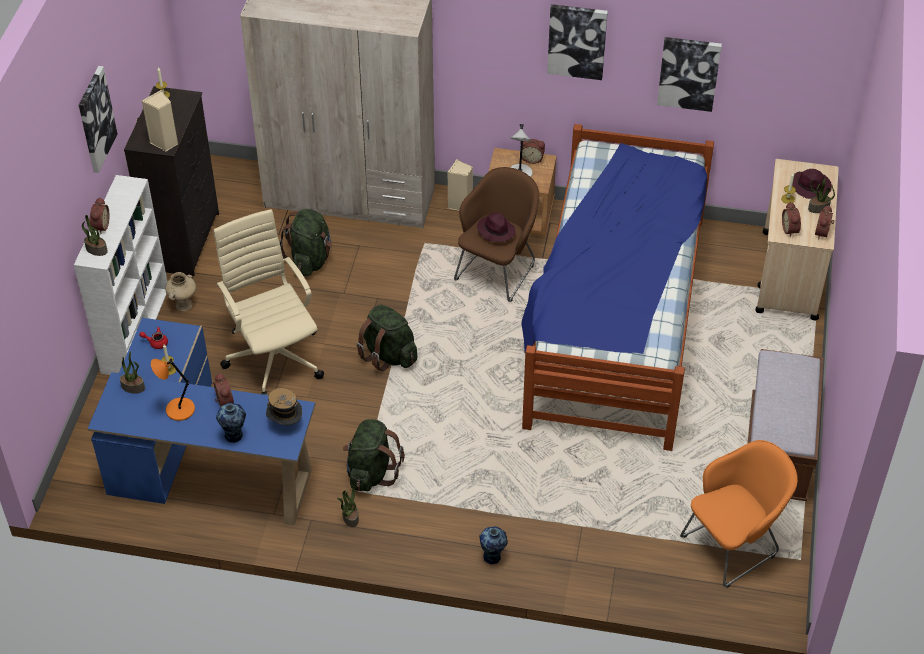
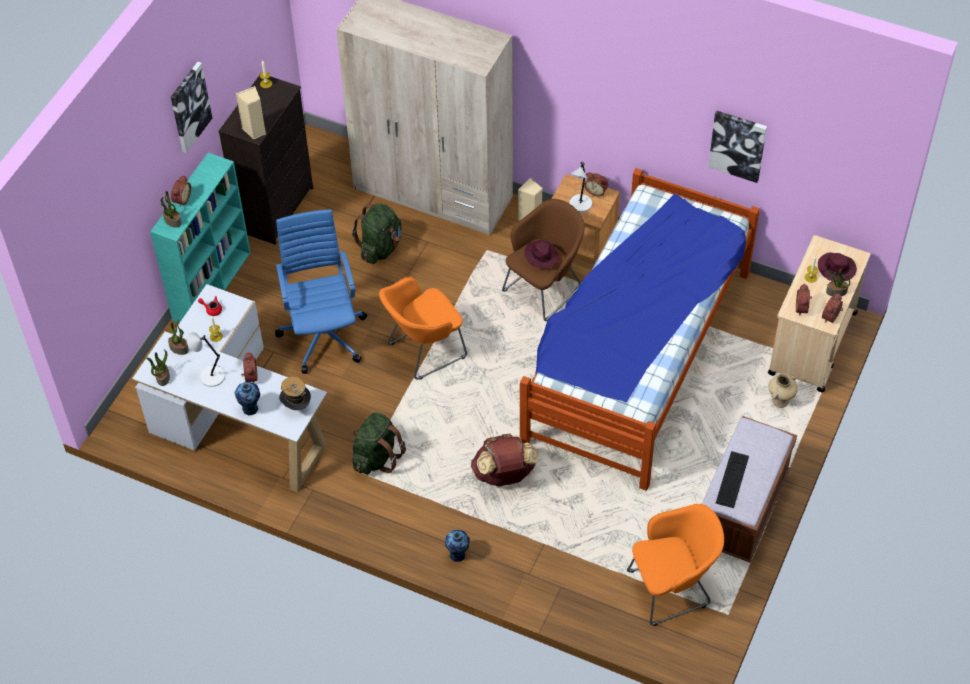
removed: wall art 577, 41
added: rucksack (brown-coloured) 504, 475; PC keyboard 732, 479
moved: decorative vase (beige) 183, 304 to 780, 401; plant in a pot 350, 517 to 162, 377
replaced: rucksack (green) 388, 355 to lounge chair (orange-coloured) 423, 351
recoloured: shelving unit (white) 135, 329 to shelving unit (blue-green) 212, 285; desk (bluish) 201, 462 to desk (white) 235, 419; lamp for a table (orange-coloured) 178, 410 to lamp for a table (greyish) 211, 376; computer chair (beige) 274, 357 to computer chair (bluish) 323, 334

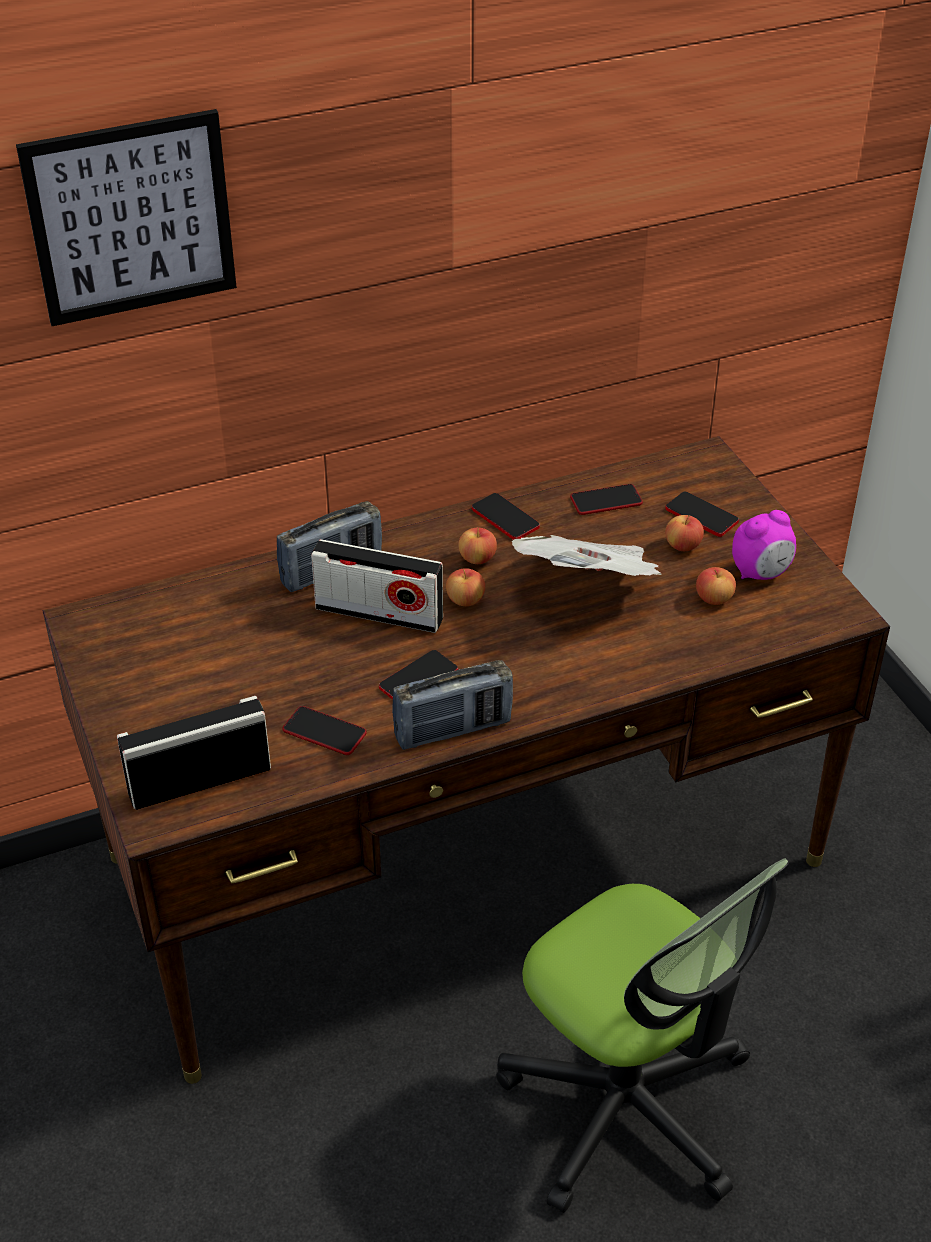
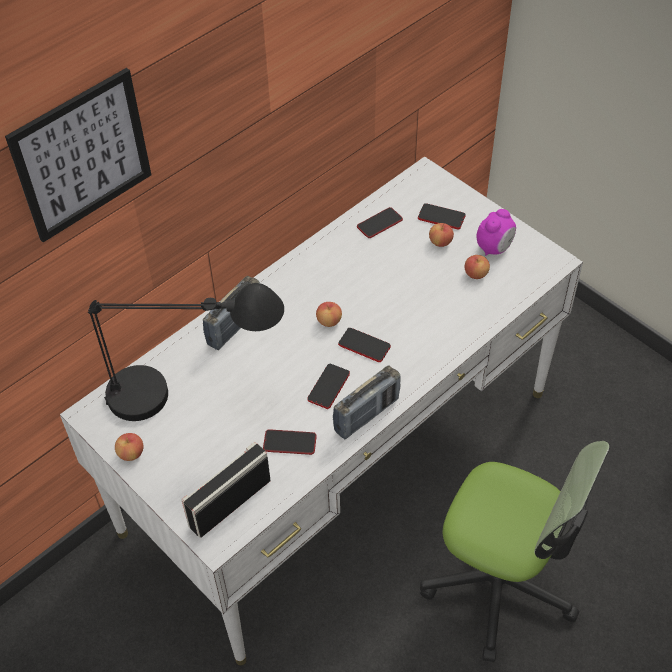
removed: radio receiver 379, 613; printed paper 590, 585
added: lamp for a table (black) 192, 395
moved: apple fruit 477, 558 to 131, 453; handset 505, 518 to 364, 345
recoloured: desk (brown-coloured) 465, 859 to desk (white) 338, 461

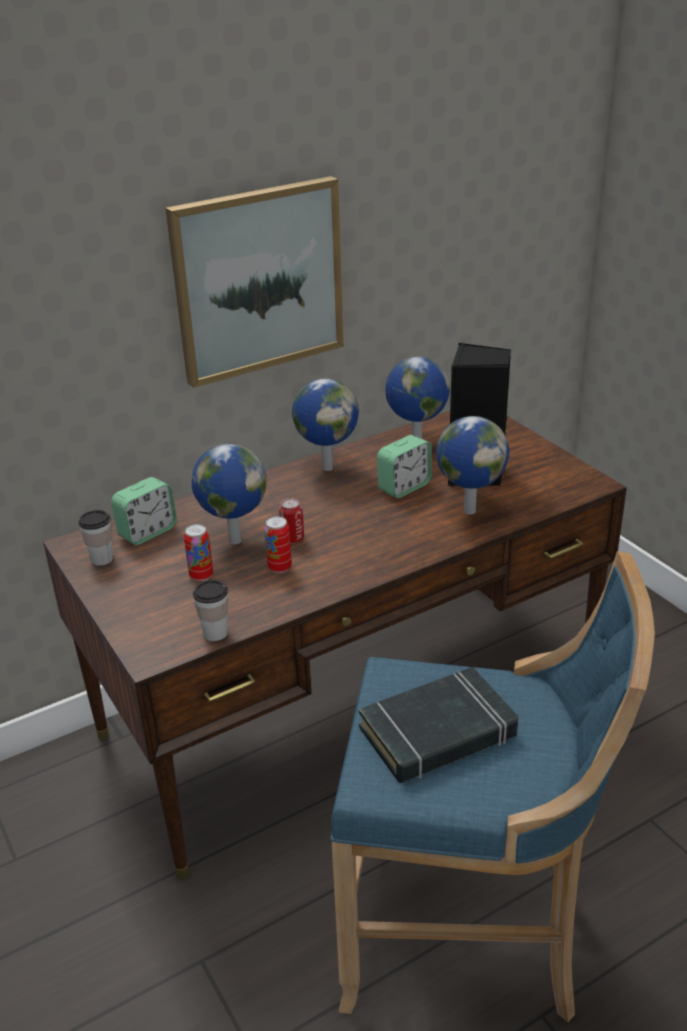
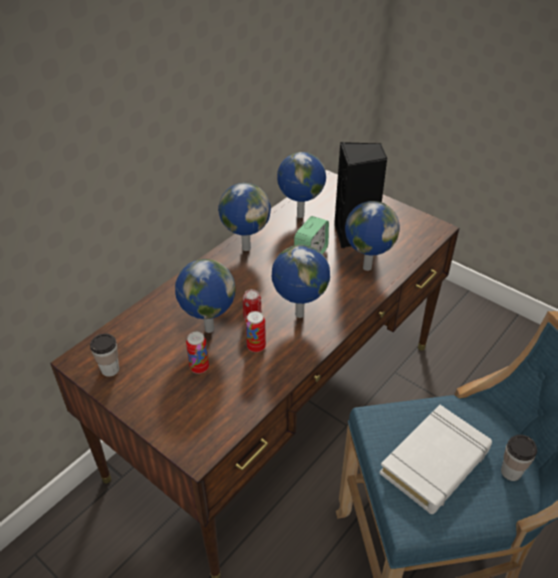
removed: table clock 147, 532; wall art 258, 280
added: desk globe 298, 315
moved: drinking cup 215, 633 to 511, 472
recoloured: book (black) 438, 733 to book (white) 435, 462

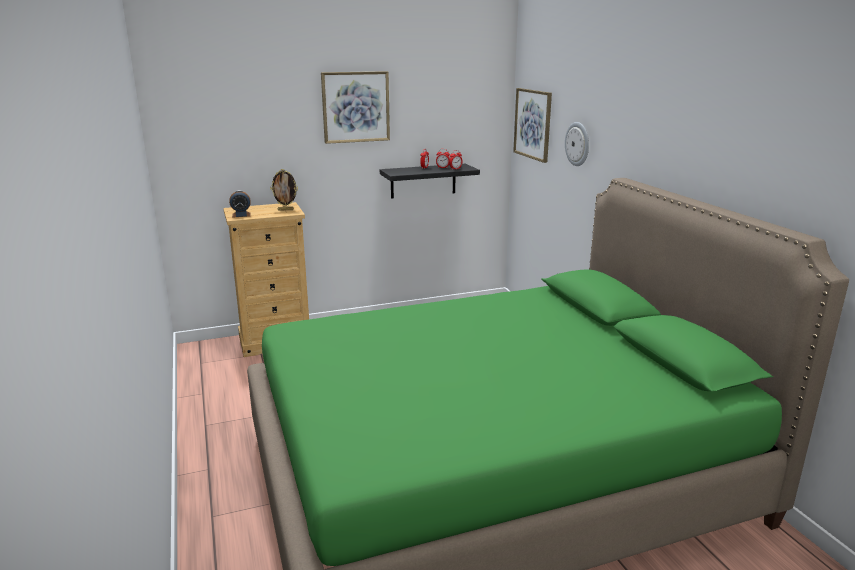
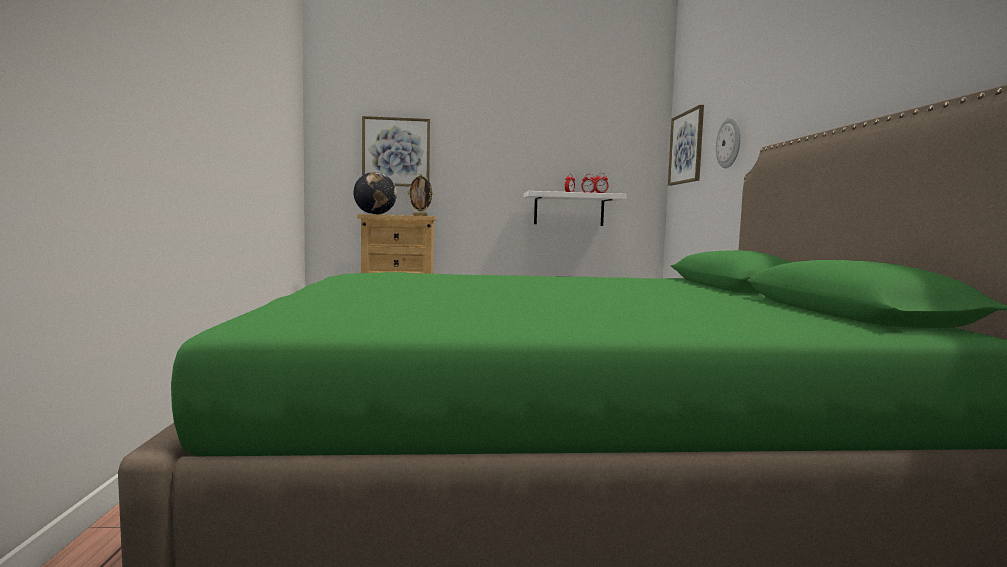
moved: wall art 355, 107 to 396, 152
replaced: table clock 241, 215 to desk globe 375, 214
recoloured: wall shelf (black) 423, 181 to wall shelf (white) 569, 209

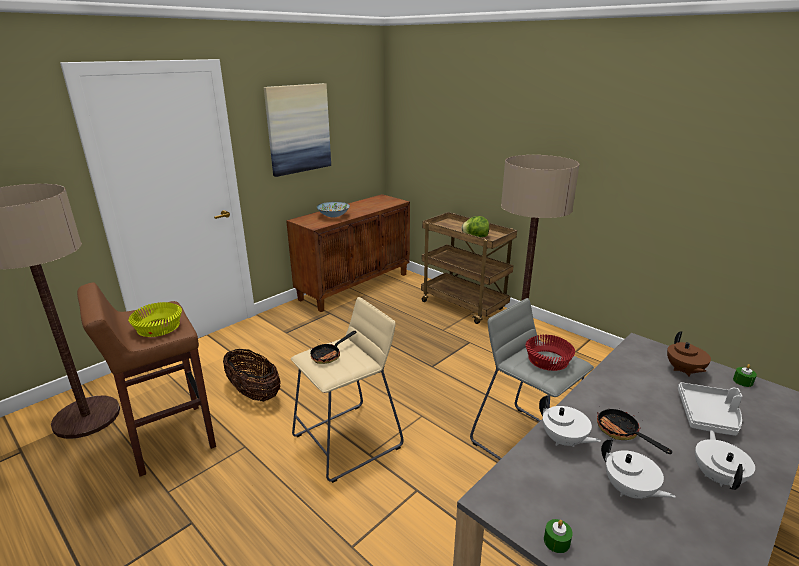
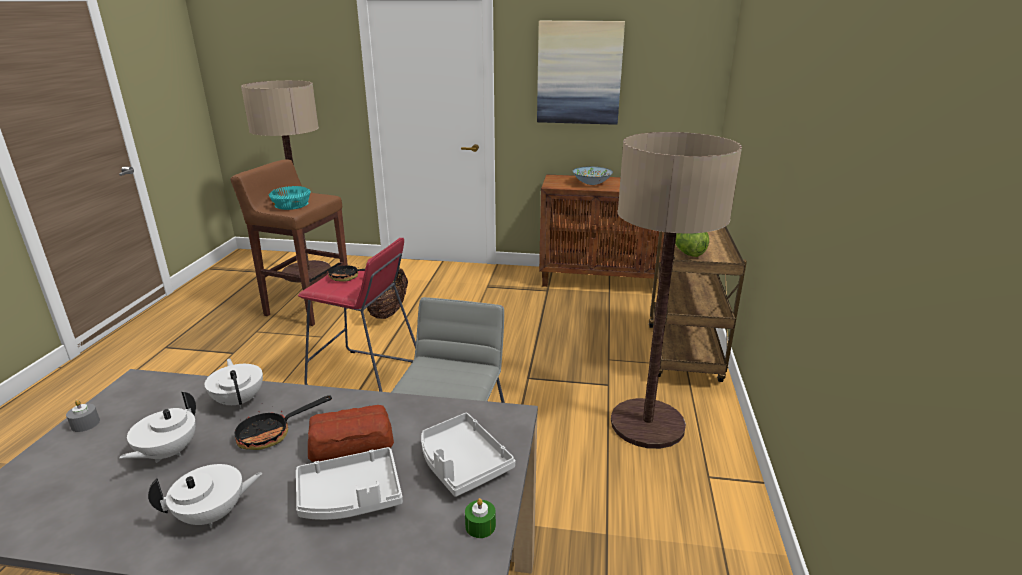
removed: serving bowl (reddish) 547, 360
added: baked bread 352, 443
replaced: pot for tea (brown-coloured) 683, 371 to carrying tray (greyish) 462, 463
recoloured: serving bowl (yellow) 158, 328 to serving bowl (blue-green) 290, 205; stool (beige) 347, 441 to stool (reddish) 365, 377; wax candle (green) 556, 541 to wax candle (greyish) 85, 424
turned: pot for tea (white) 563, 440 = 239, 400 135 degrees clockwise; skillet 622, 433 = 272, 434 150 degrees counterclockwise

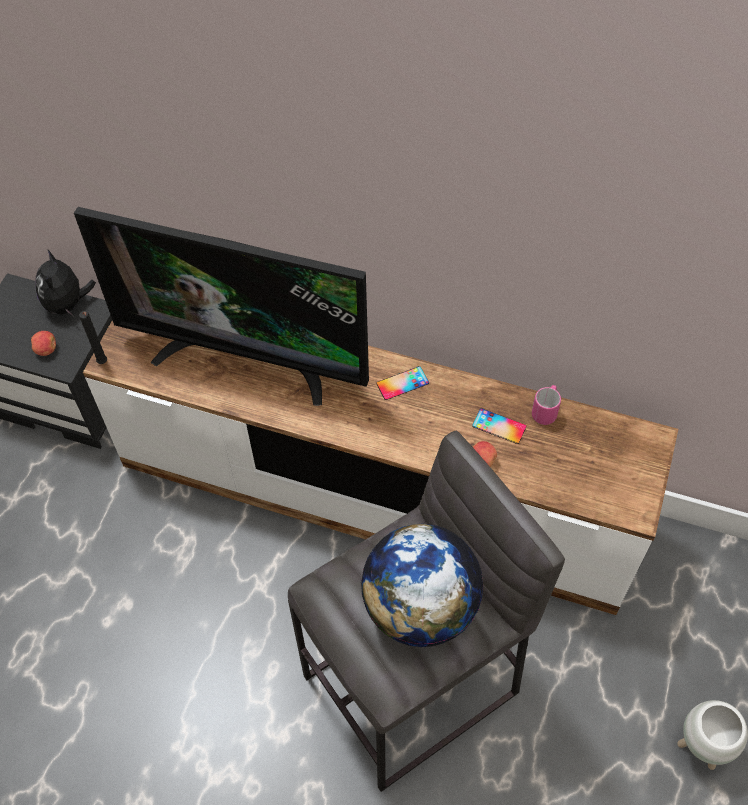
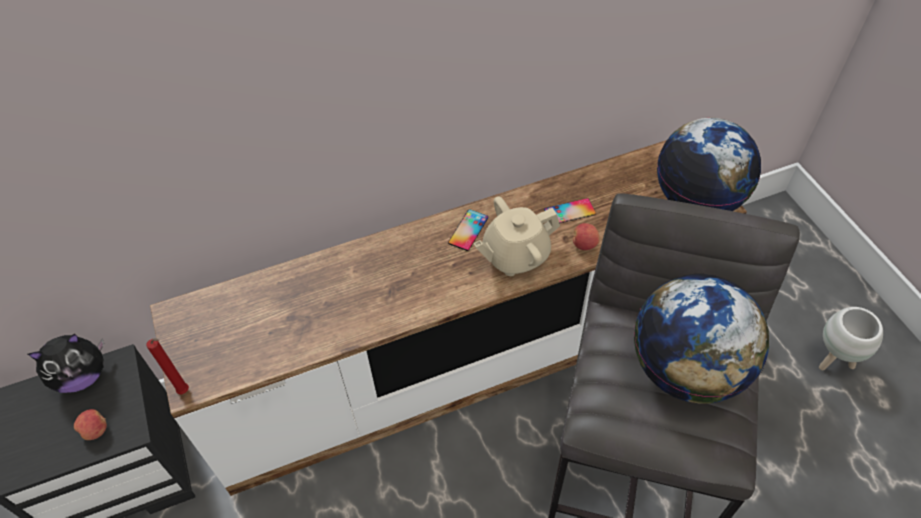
removed: television 246, 358; tea mug (pink-coloured) 545, 411
added: pot for tea (beige) 515, 256; desk globe 697, 200
recoloured: wax candle (black) 103, 363 to wax candle (reddish) 185, 391
turned: soft toy 68, 304 = 82, 376 75 degrees counterclockwise

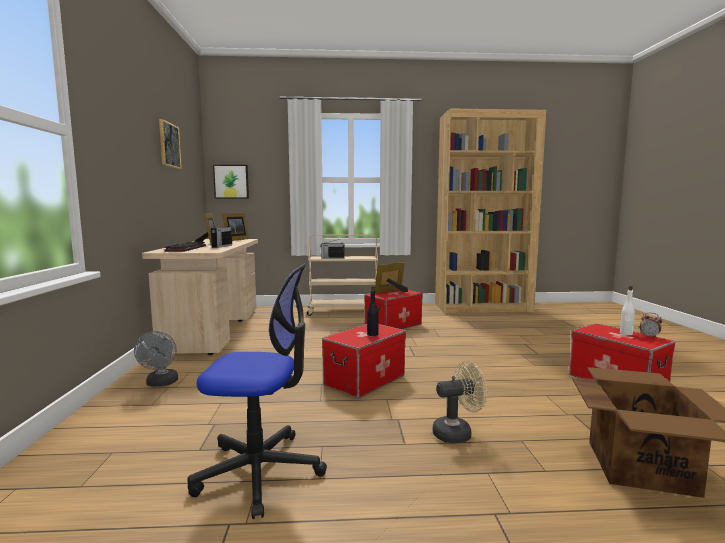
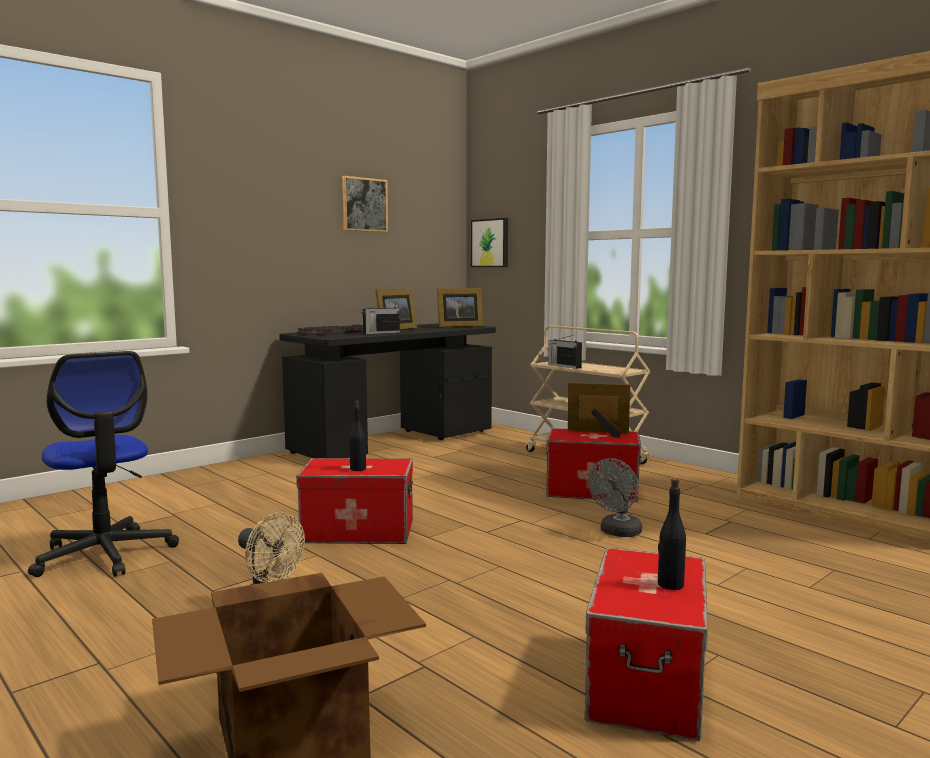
removed: table clock 649, 337
moved: electric fan (greyish) 161, 383 to 617, 533
recoloured: desk (beige) 214, 329 to desk (black) 394, 442; beverage bottle (white) 626, 333 to beverage bottle (black) 670, 585

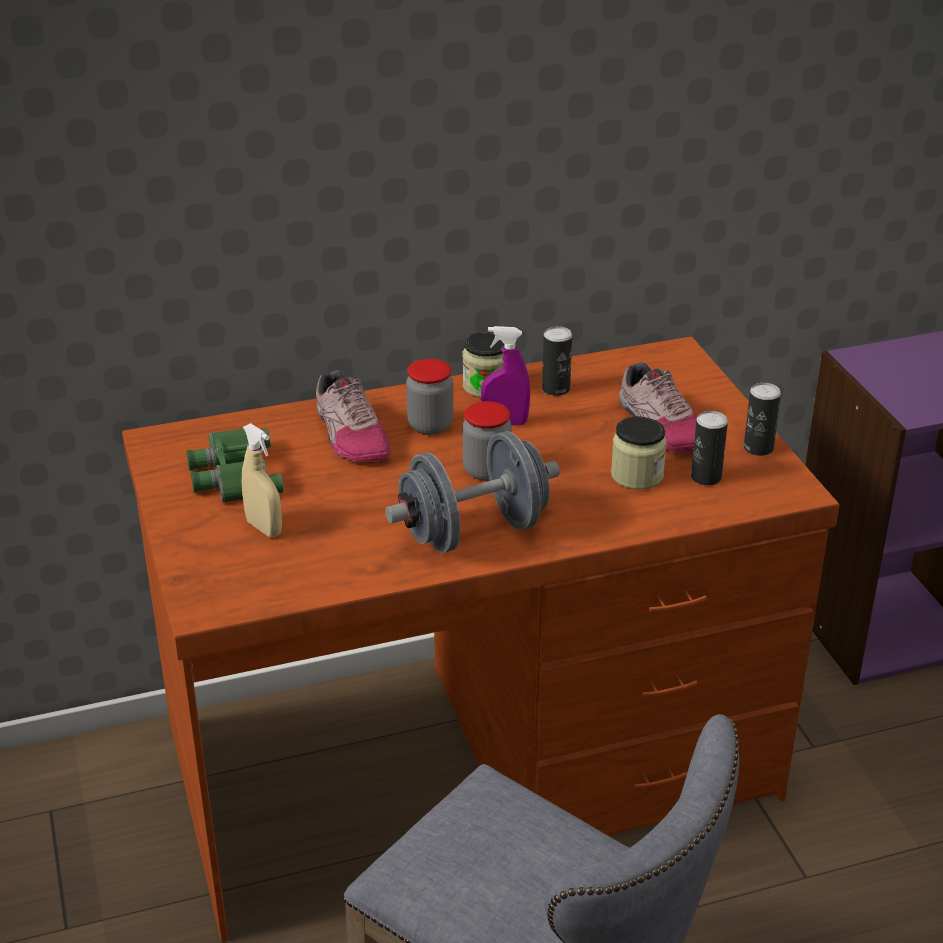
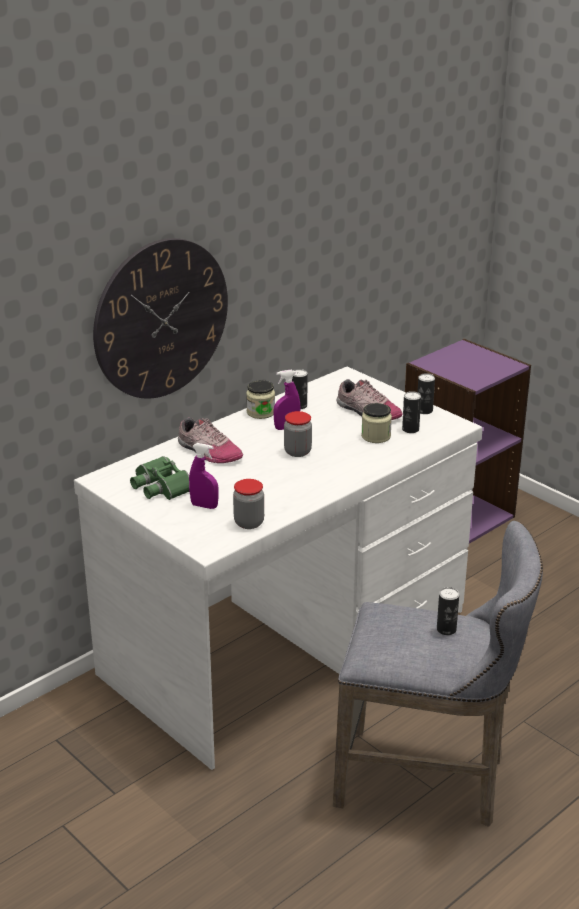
removed: free weight (greyish) 474, 531
added: wall clock 161, 319; can 446, 629
moved: preserve jar 430, 425 to 249, 523
recoloured: desk (brown-coloured) 472, 764 to desk (white) 287, 643; hand sprayer (beige) 264, 528 to hand sprayer (purple) 204, 506

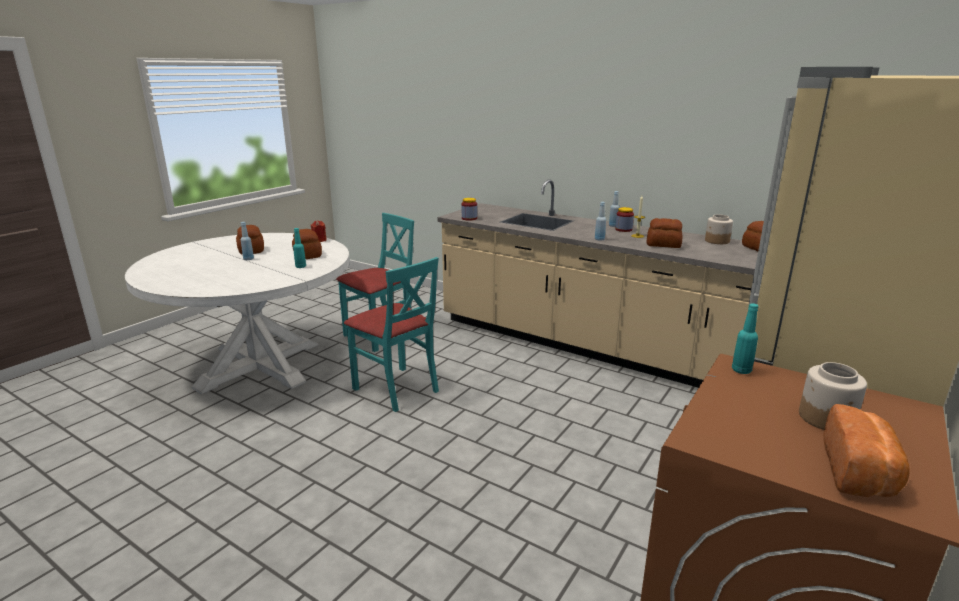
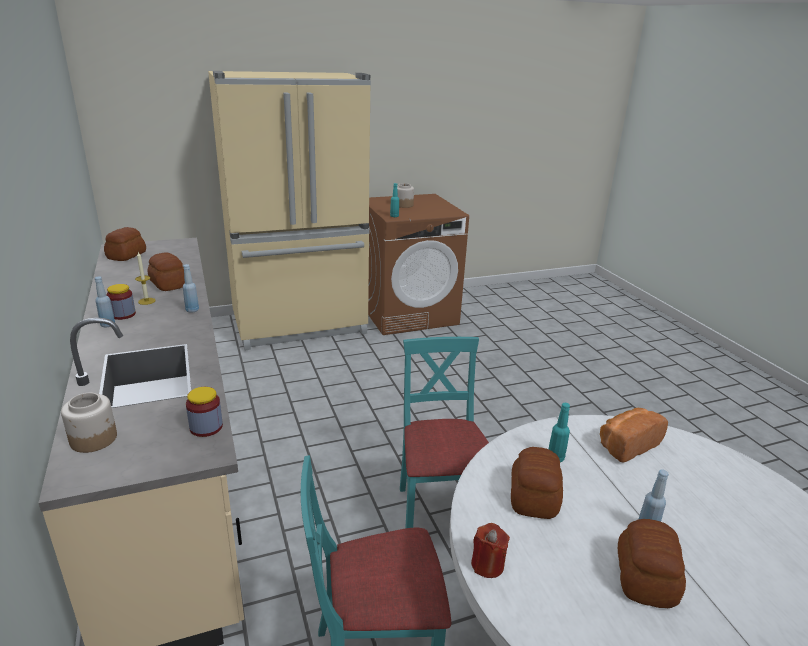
moved: preserve jar 717, 241 to 94, 439; baked bread 861, 473 to 626, 445

